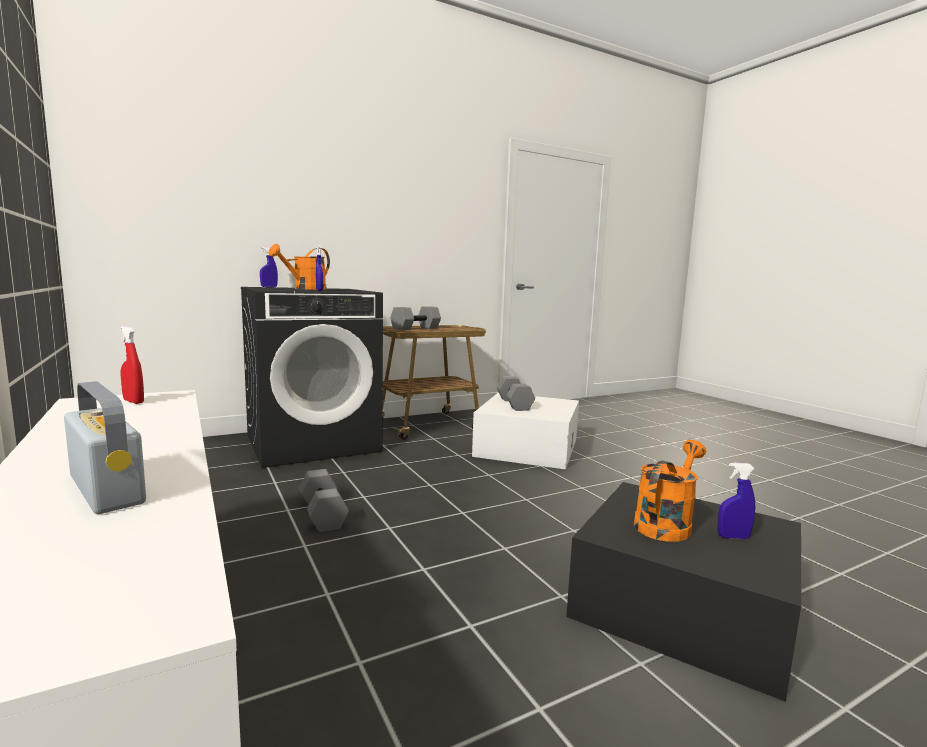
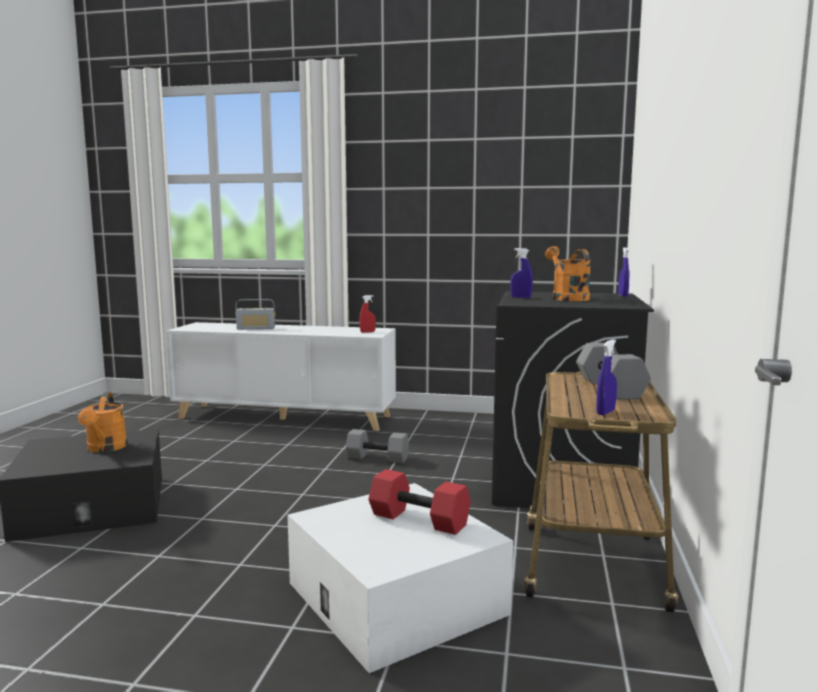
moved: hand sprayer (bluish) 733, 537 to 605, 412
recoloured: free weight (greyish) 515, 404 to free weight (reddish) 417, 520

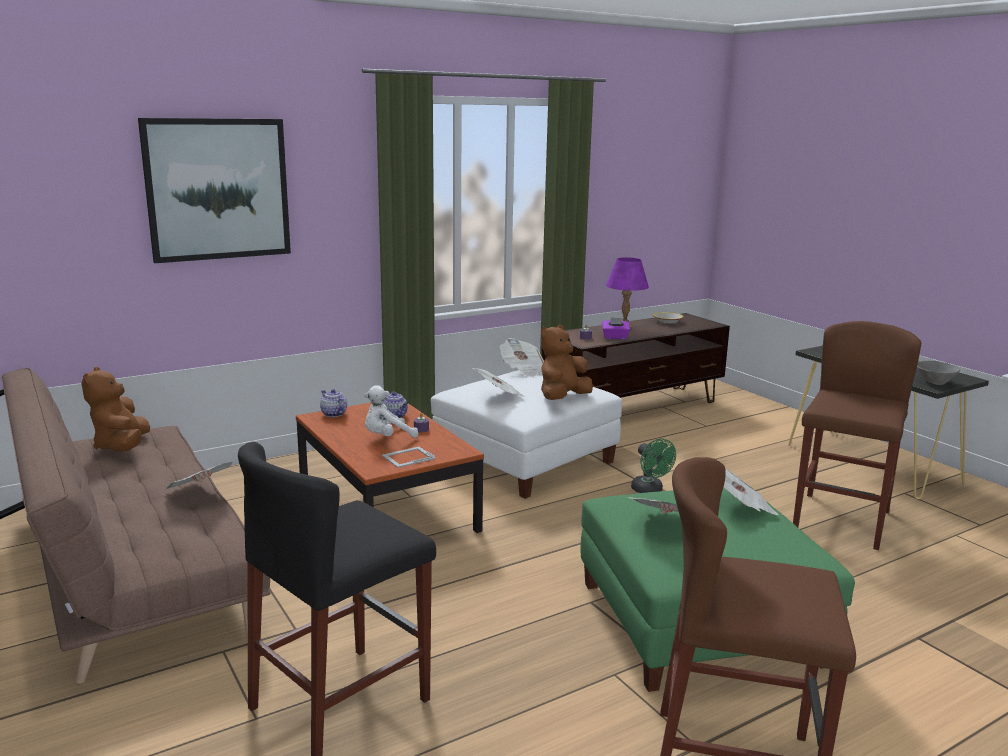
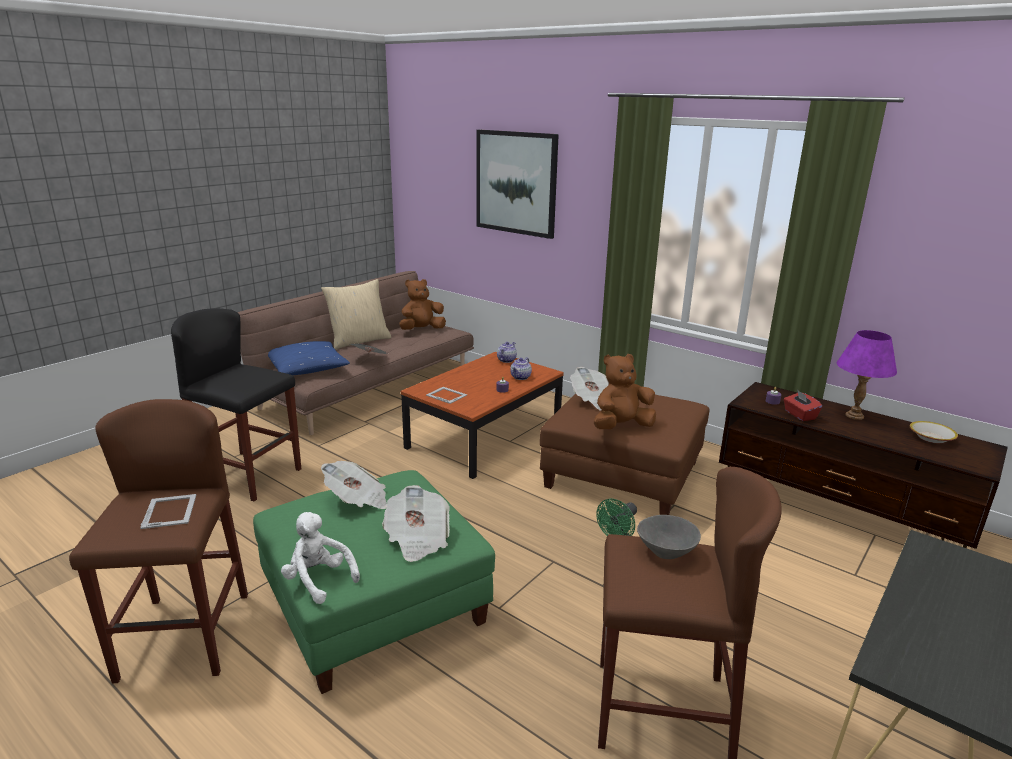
removed: printed paper 522, 370
added: photo frame 170, 510; cushion (bluish) 307, 368; cushion (beige) 359, 341
moved: soft toy (white) 387, 437 to 318, 580; serving bowl (greyish) 935, 382 to 665, 552
recoloured: ottoman (white) 525, 459 to ottoman (brown-coloured) 623, 474; box of tissues (purple) 615, 337 to box of tissues (reddish) 799, 415
turned: soft toy (brown-coloured) 562, 398 = 621, 426 45 degrees counterclockwise

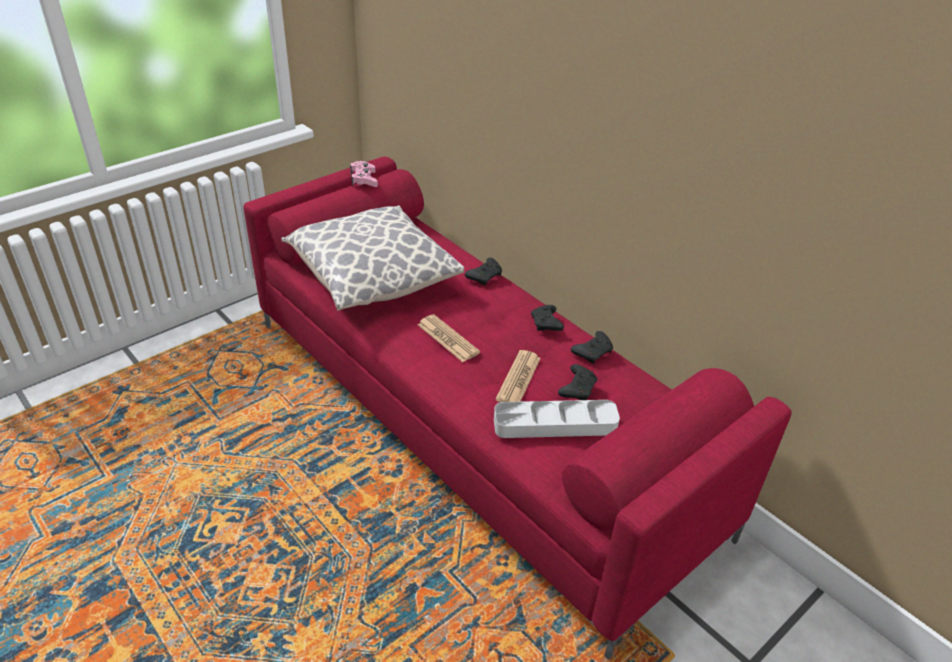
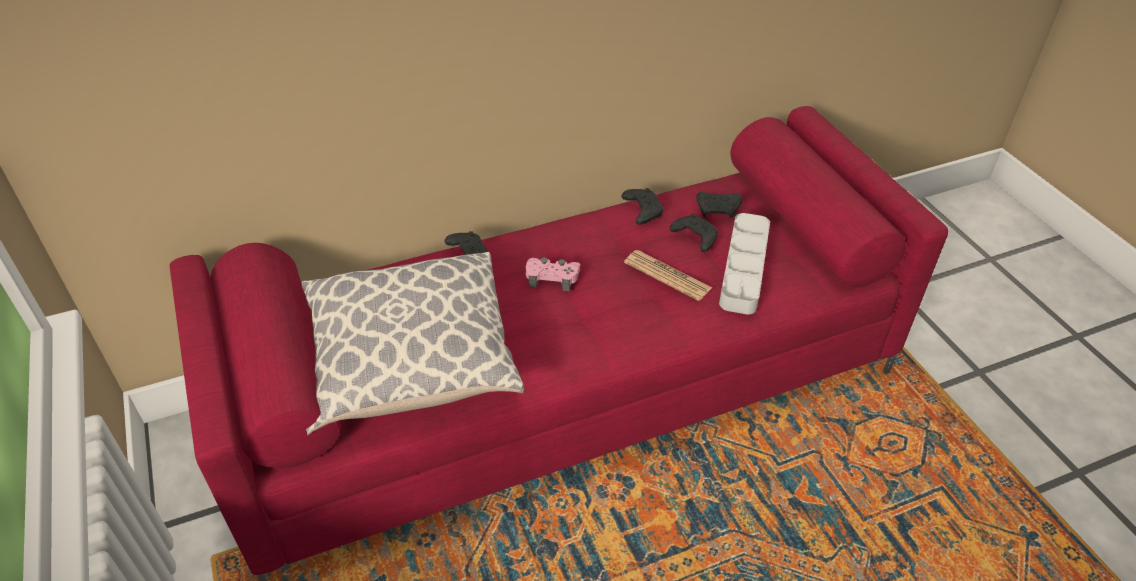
removed: printed paper 448, 339
moved: joypad (pink-coloured) 364, 179 to 552, 277; joypad (black) 546, 324 to 718, 210

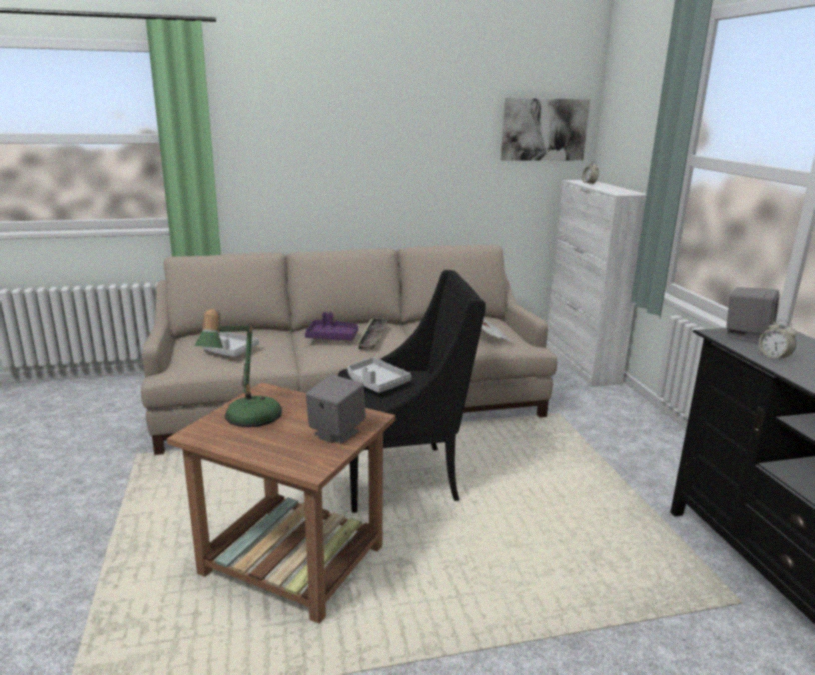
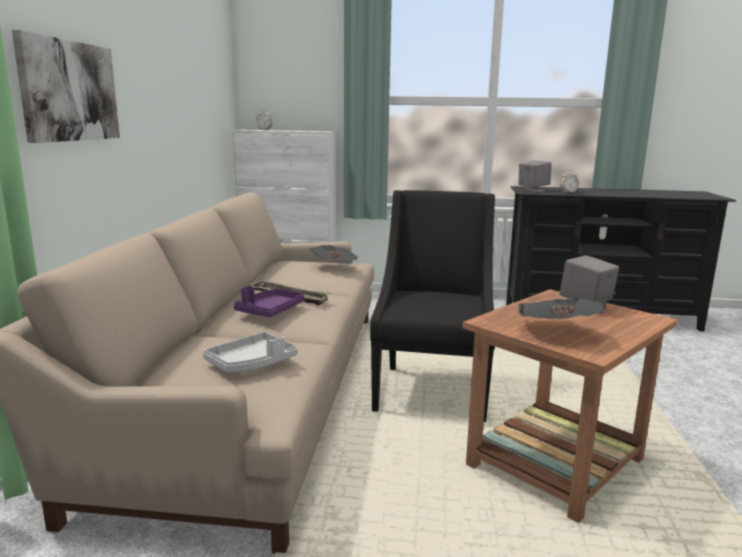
removed: carrying tray (greyish) 376, 383
moved: wall art 544, 129 to 69, 91
replaced: lamp for a table 247, 418 to printed paper 556, 332

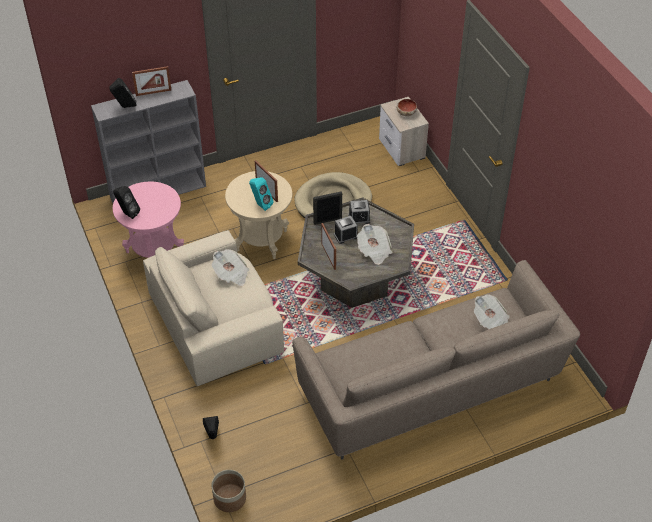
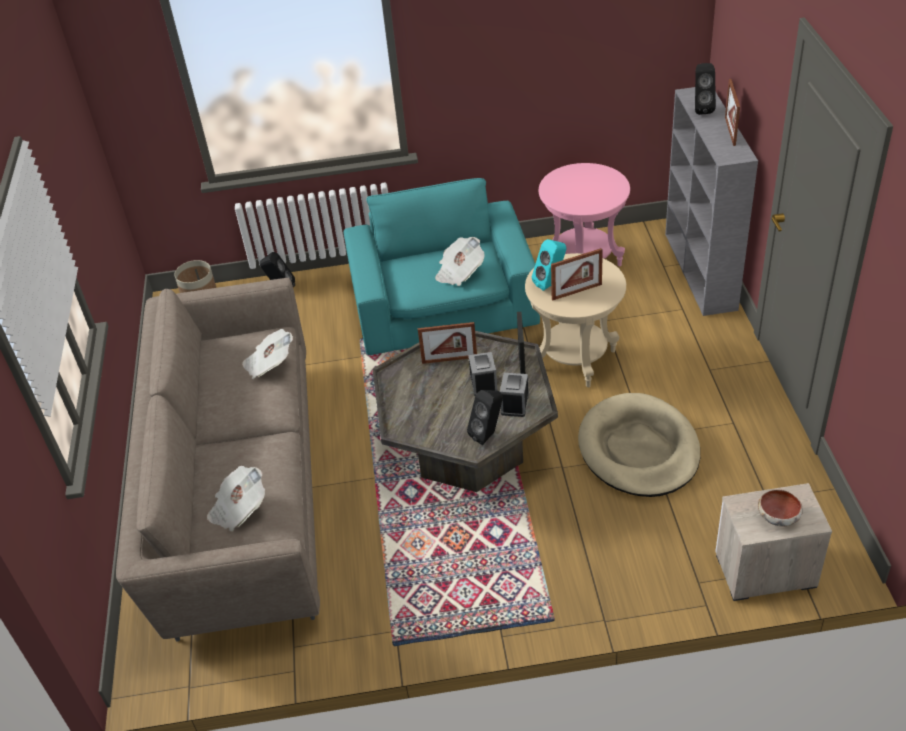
moved: speaker (black) 127, 213 to 488, 434; printed paper 374, 251 to 269, 364
recoloured: lounge chair (beige) 216, 322 to lounge chair (blue-green) 444, 305

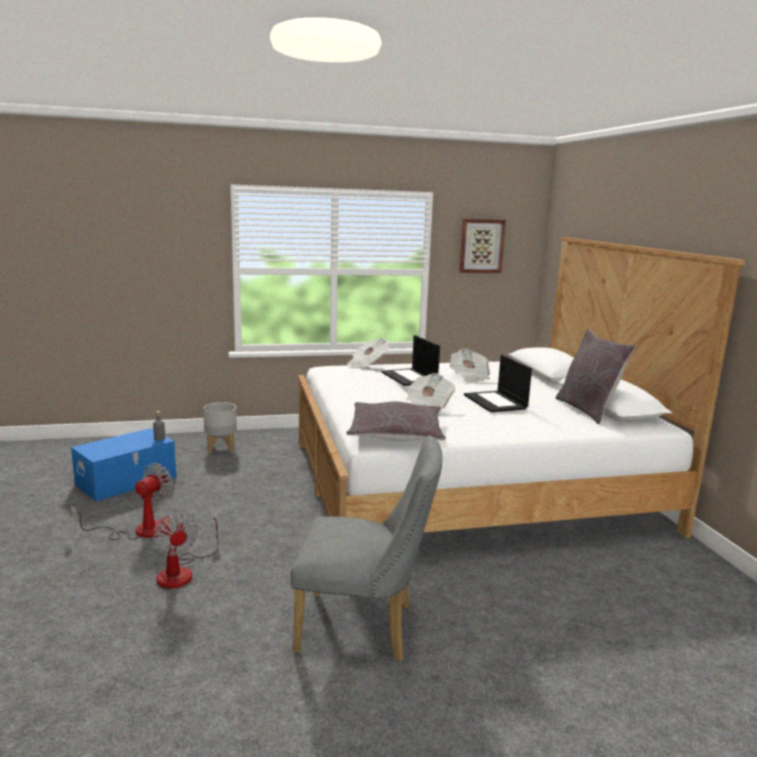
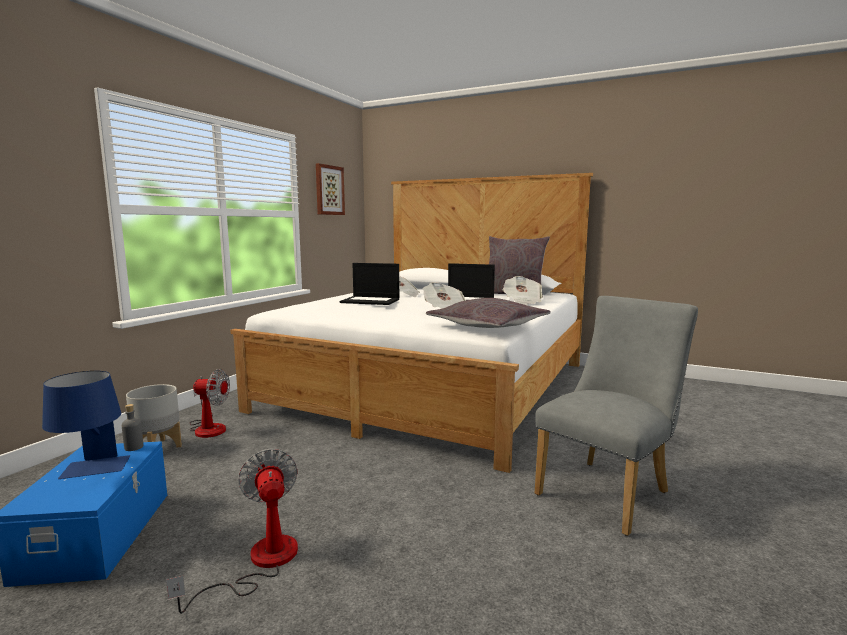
added: lamp for a table (bluish) 92, 472
moved: electric fan 182, 571 to 208, 427; printed paper 367, 364 to 522, 302

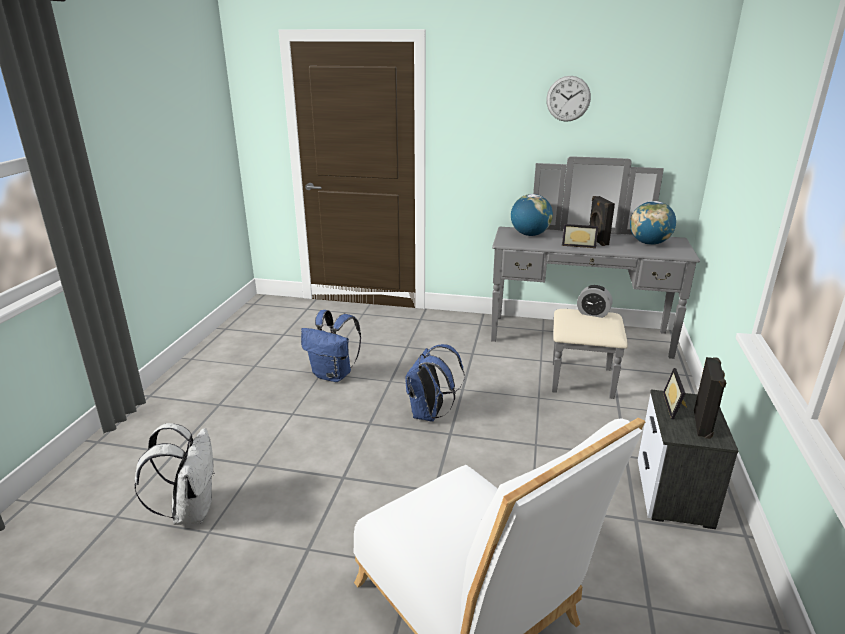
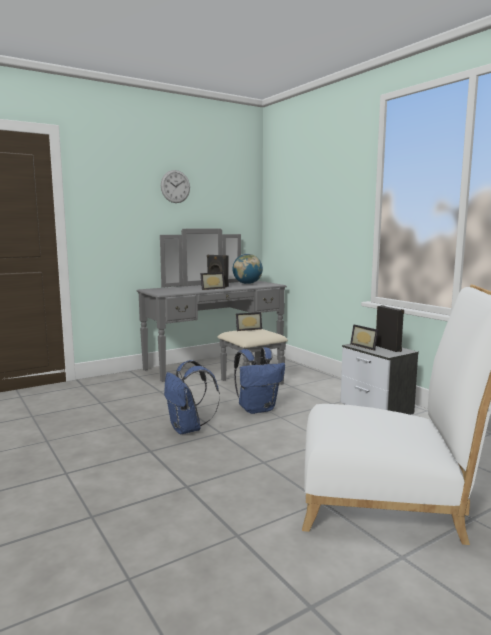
removed: rucksack (white) 191, 510; desk globe 529, 235
moved: rucksack (bluish) 334, 375 to 257, 409
replaced: table clock 593, 313 to photo frame 248, 329

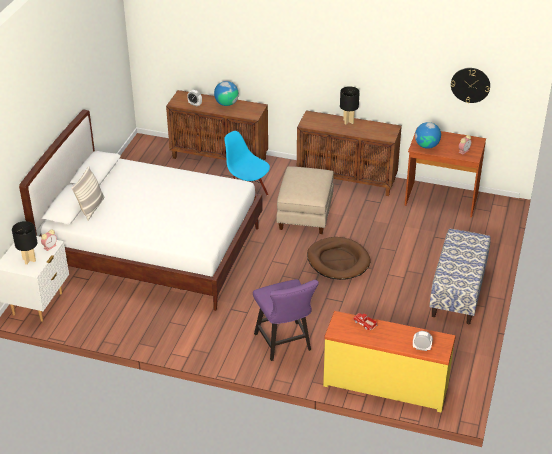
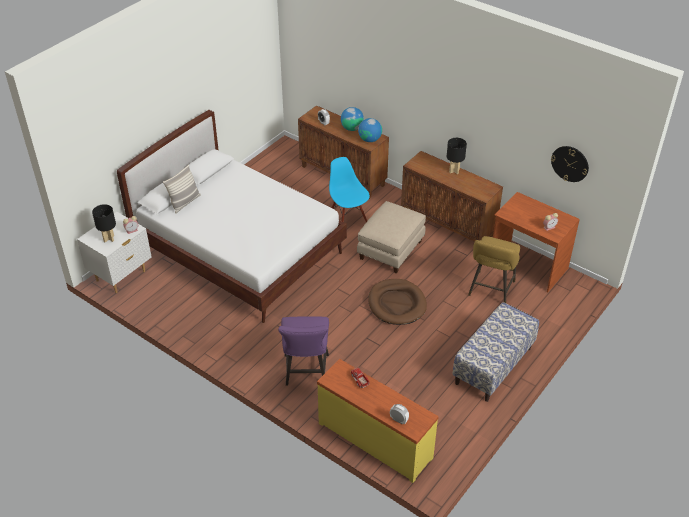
added: stool (yellow) 490, 290
moved: desk globe 426, 146 to 370, 139

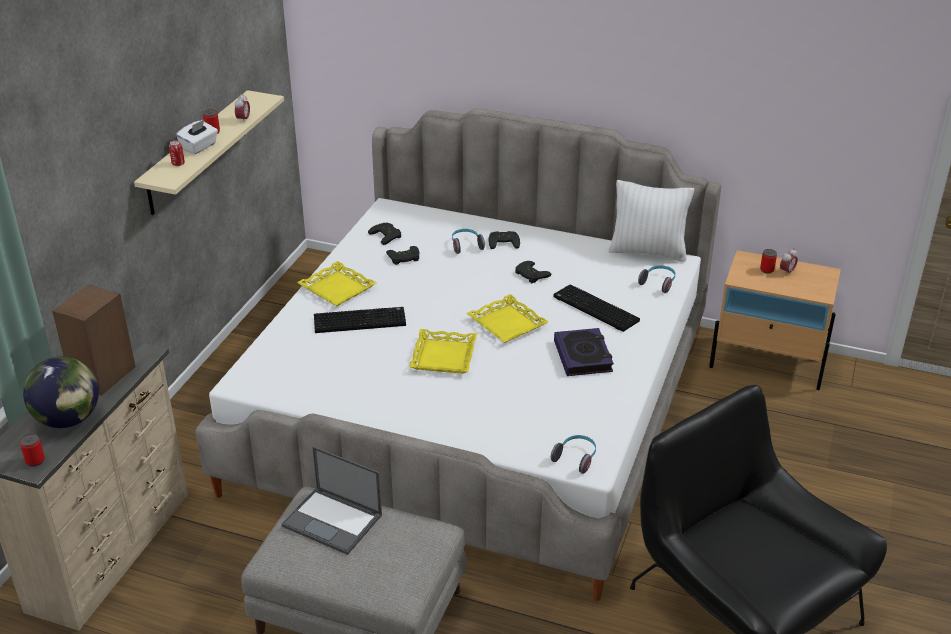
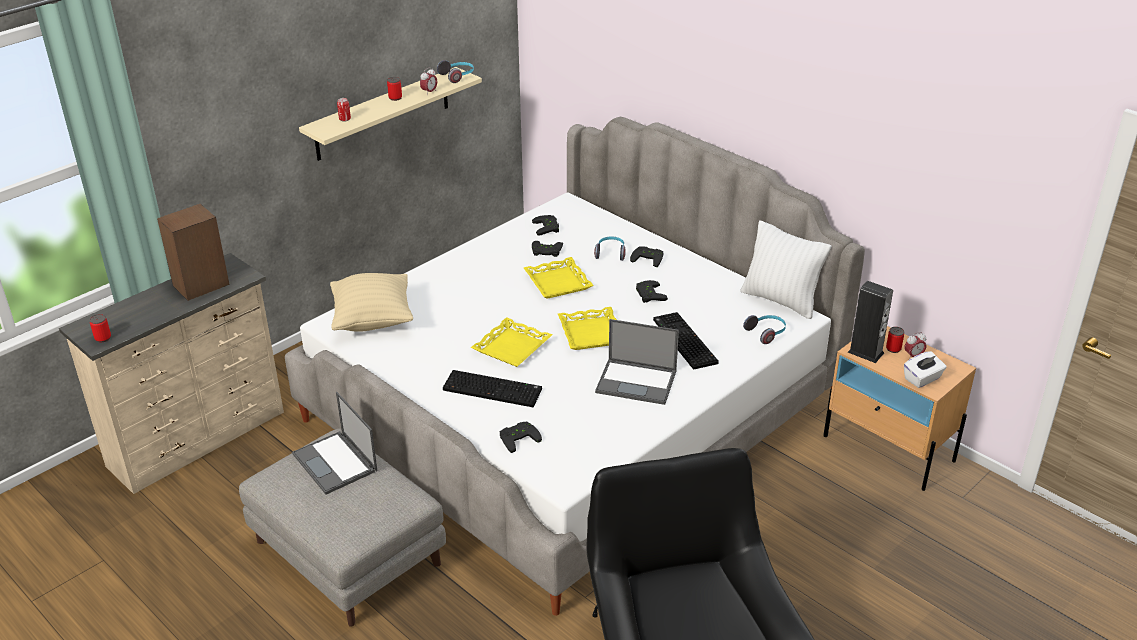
removed: desk globe 68, 419
added: cushion (beige) 373, 320; joypad (black) 518, 437; speaker 865, 352
moved: box of tissues (white) 199, 147 to 922, 379; carrying tray (yellow) 338, 288 to 558, 282; PC keyboard 360, 320 to 494, 389; headset 576, 458 to 458, 76
replaced: book 583, 356 to notebook computer 637, 382

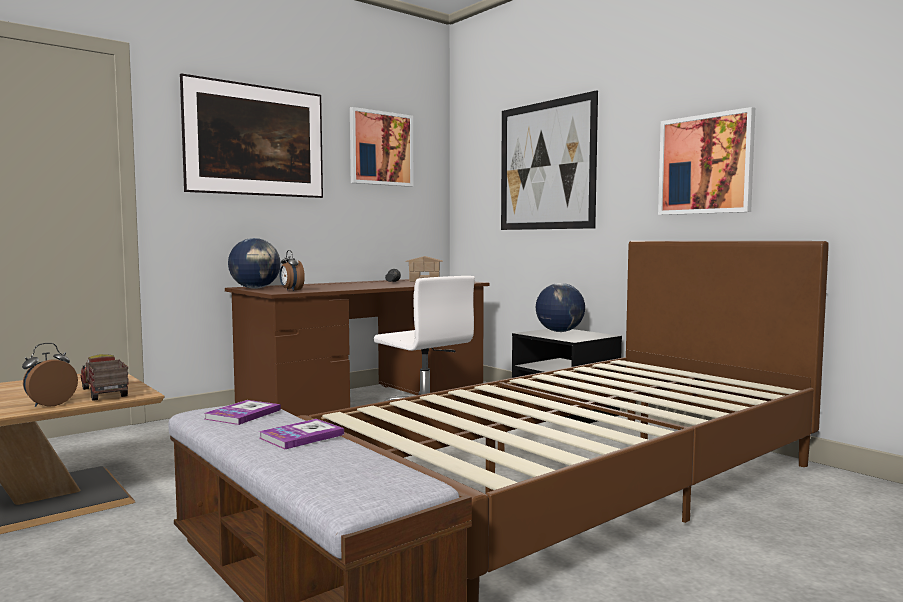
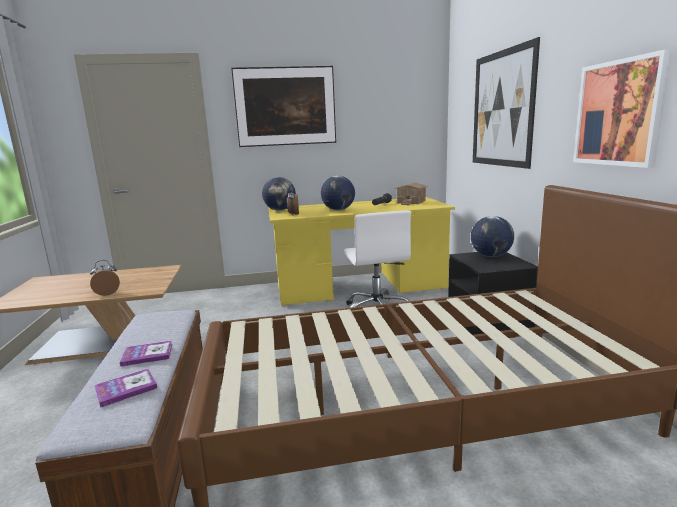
removed: toy lorry 104, 393; wall art 381, 148
added: desk globe 338, 210
moved: book 243, 414 to 126, 388
recoloured: desk (brown-coloured) 365, 400 to desk (yellow) 359, 286

